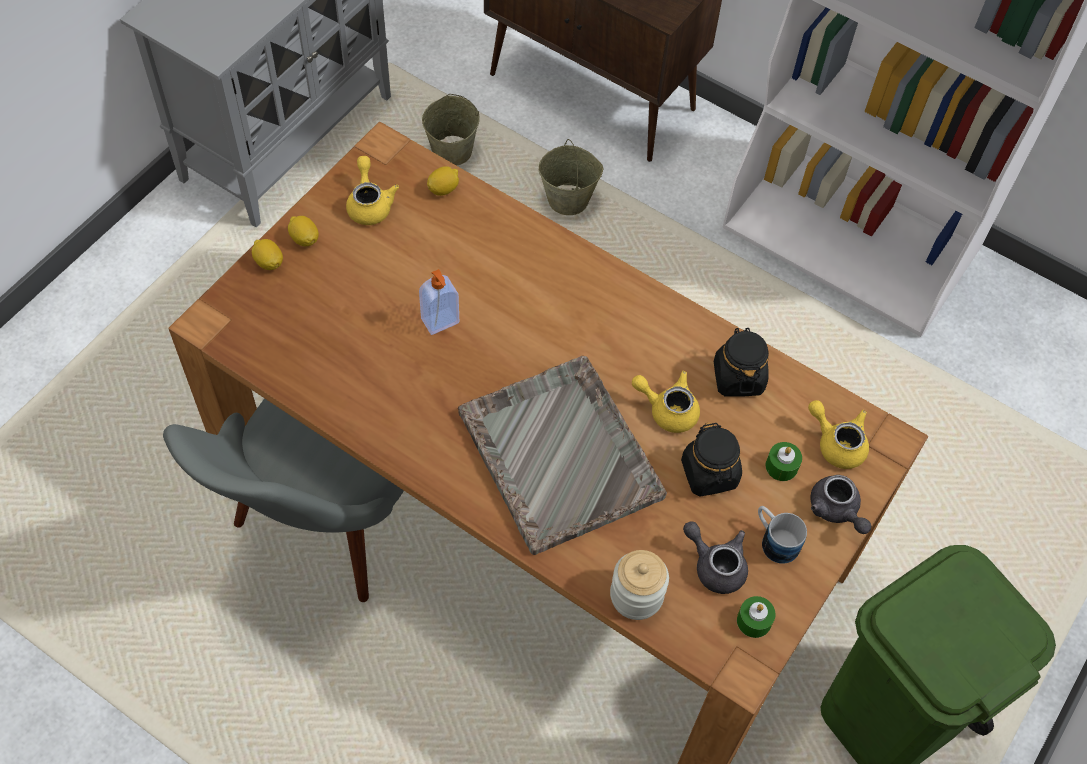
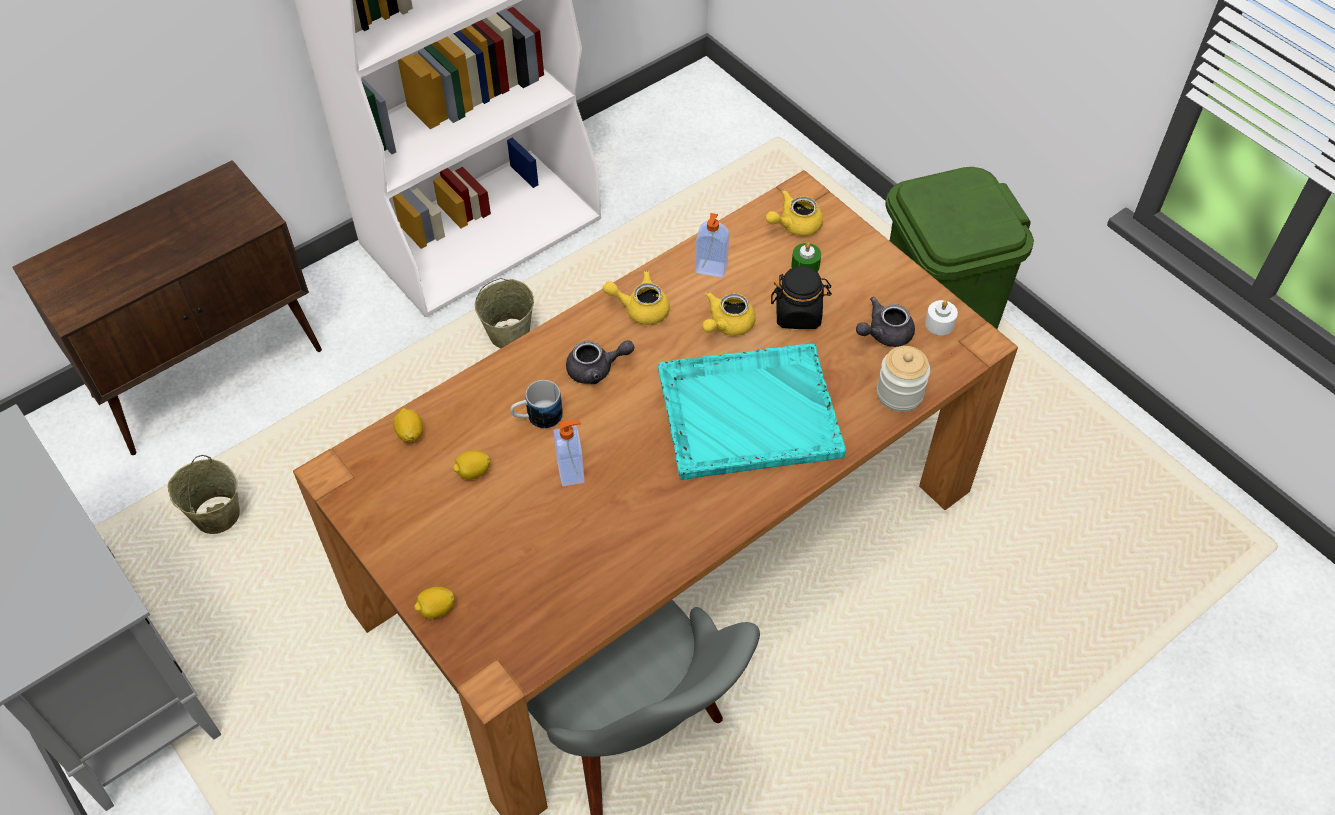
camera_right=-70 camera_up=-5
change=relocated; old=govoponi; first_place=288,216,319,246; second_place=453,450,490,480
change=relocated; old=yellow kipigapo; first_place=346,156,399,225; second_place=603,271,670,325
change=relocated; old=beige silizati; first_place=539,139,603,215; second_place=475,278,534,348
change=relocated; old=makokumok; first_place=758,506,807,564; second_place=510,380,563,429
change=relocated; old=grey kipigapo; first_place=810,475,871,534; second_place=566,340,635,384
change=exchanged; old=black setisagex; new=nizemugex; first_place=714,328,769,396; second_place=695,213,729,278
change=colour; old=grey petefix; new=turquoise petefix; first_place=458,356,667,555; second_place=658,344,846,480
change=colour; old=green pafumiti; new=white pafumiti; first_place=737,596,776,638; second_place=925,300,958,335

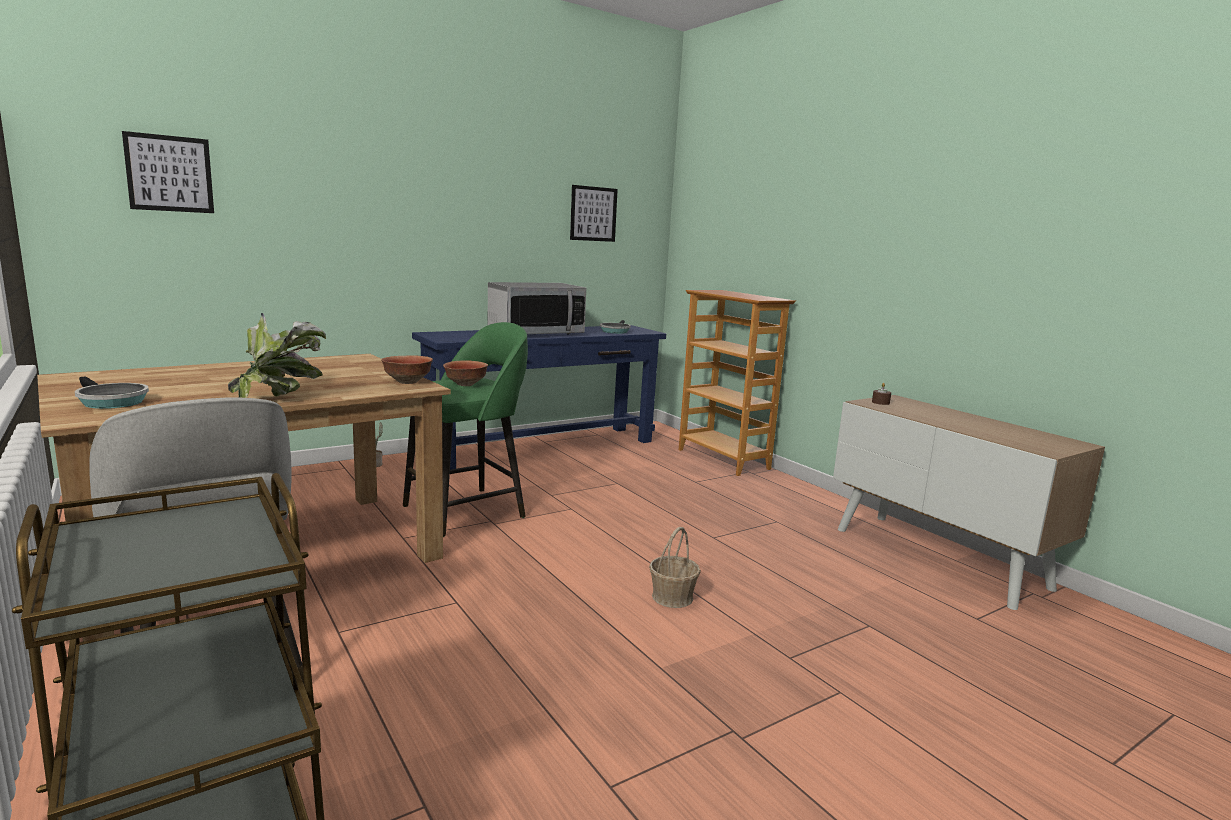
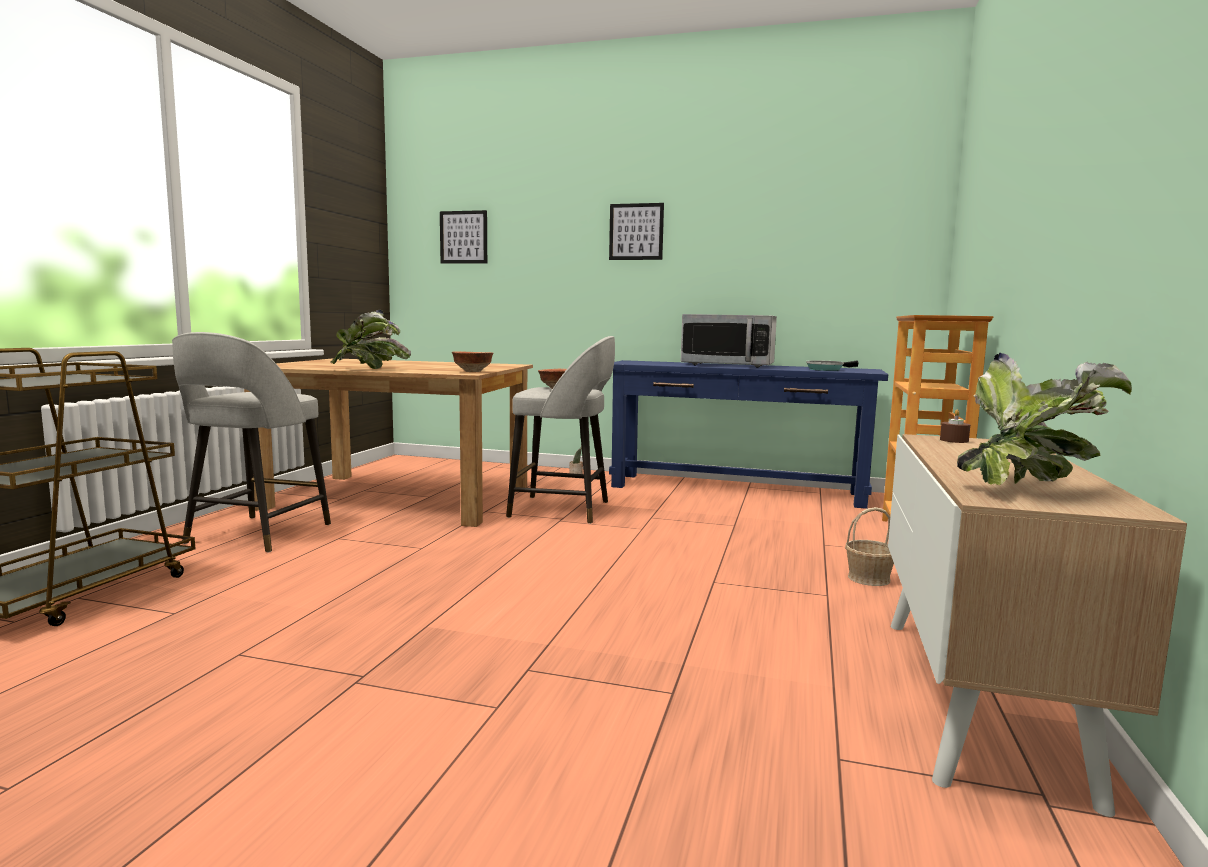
camera_right=50 camera_up=-5
change=missing; old=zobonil; first_place=75,376,149,409
change=appeared; new=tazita; second_place=957,352,1132,485
change=relocated; old=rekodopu; first_place=570,185,618,242; second_place=609,203,664,260
change=relocated; old=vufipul; first_place=649,527,701,608; second_place=845,507,894,586
change=colour; old=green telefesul; new=grey telefesul; first_place=403,322,528,537; second_place=506,336,615,524

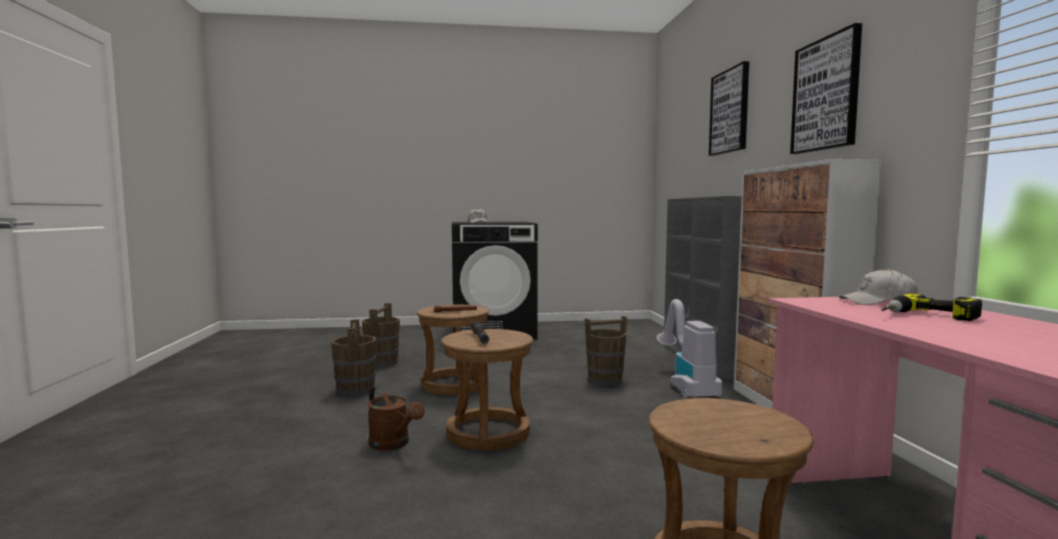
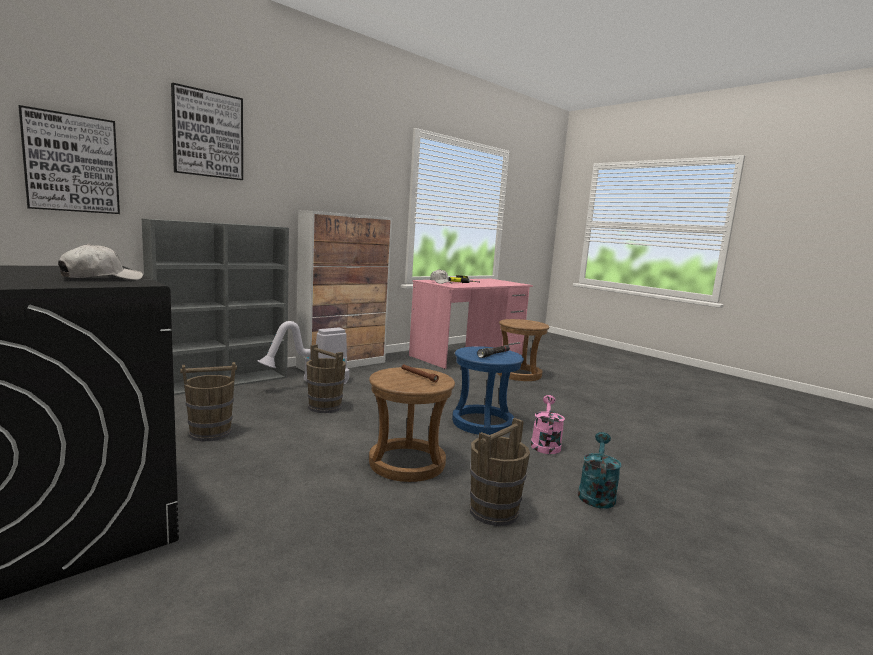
camera_right=-125 camera_up=5
change=appeared; new=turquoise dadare; second_place=578,432,621,508
change=relocated; old=brown silizati; first_place=362,303,400,367; second_place=180,362,237,441
change=relocated; old=rekodopu; first_place=790,23,862,154; second_place=18,105,120,214
change=colour; old=brown dadare; new=pink dadare; first_place=368,386,425,451; second_place=531,395,565,454
change=colour; old=brown telefesul; new=blue telefesul; first_place=441,329,533,450; second_place=452,346,524,435

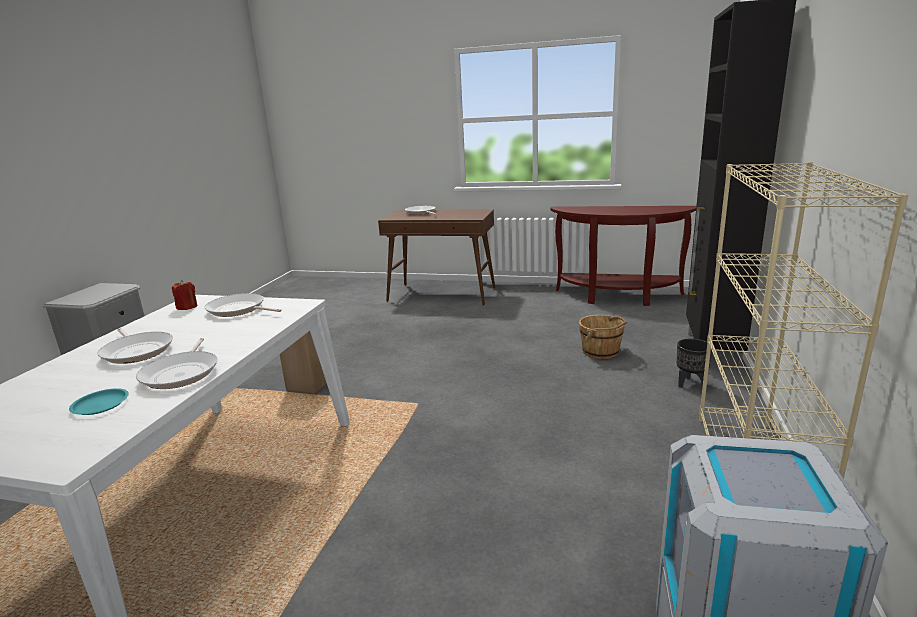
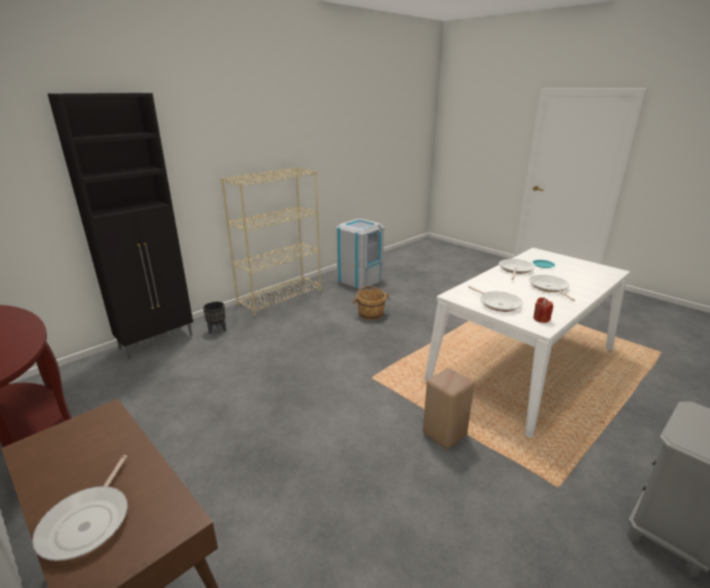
camera_right=-150 camera_up=5
change=relocated; old=brown silizati; first_place=579,315,627,359; second_place=353,286,390,320

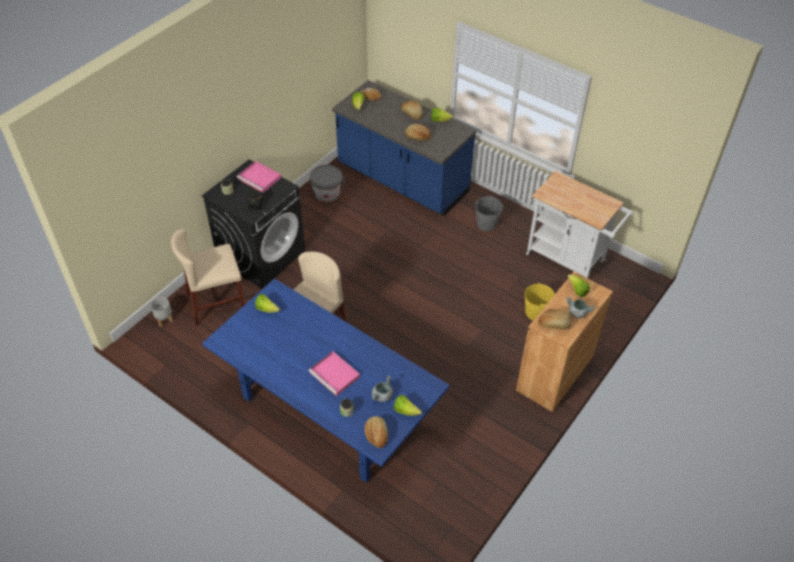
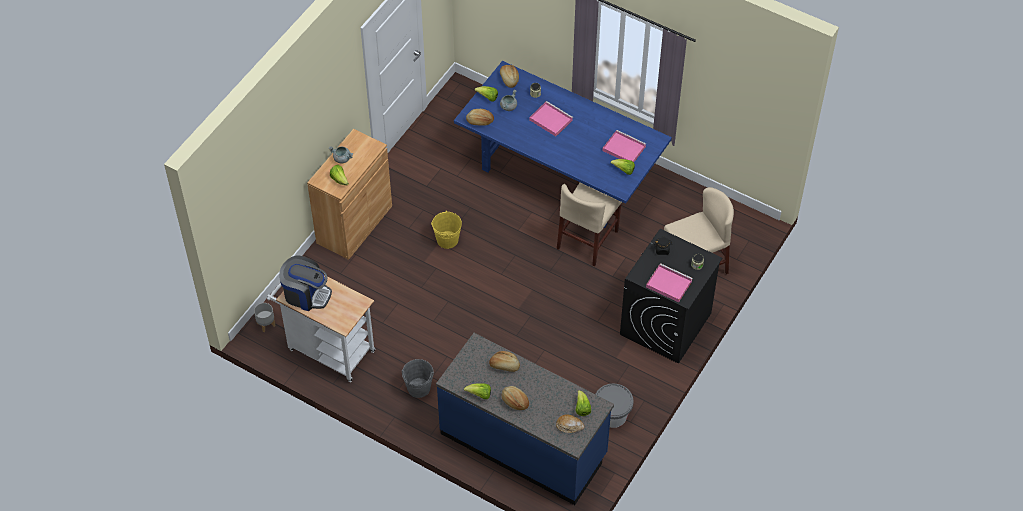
camera_right=175 camera_up=5
change=appeared; new=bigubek; second_place=279,255,332,311
change=appeared; new=pink petefix; second_place=602,130,646,162
change=relocated; old=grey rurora; first_place=151,297,173,327; second_place=254,303,275,332
change=relocated; old=yellow silizati; first_place=525,283,555,320; second_place=431,210,462,249
change=relocated; old=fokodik; first_place=538,309,571,330; second_place=466,109,494,126

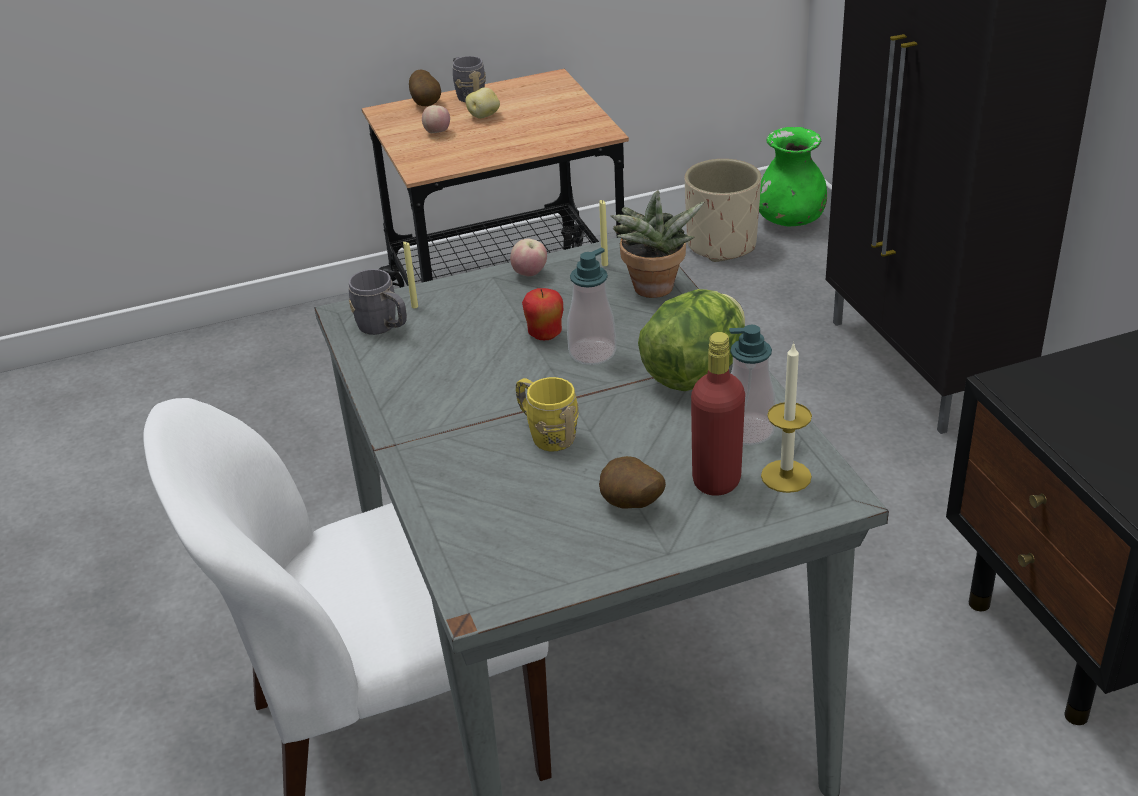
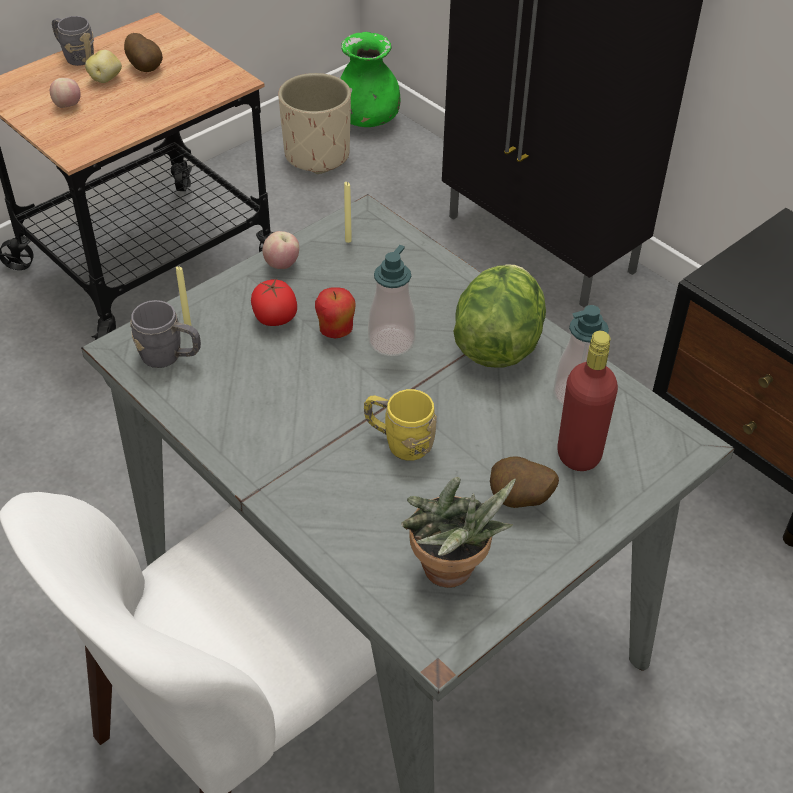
camera_right=-25 camera_up=10
change=missing; old=pafumiti; first_place=761,342,812,493
change=appeared; new=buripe; second_place=251,279,297,326
change=relocated; old=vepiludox; first_place=409,69,441,106; second_place=124,33,163,72
change=relocated; old=tazita; first_place=611,190,704,298; second_place=401,477,516,588

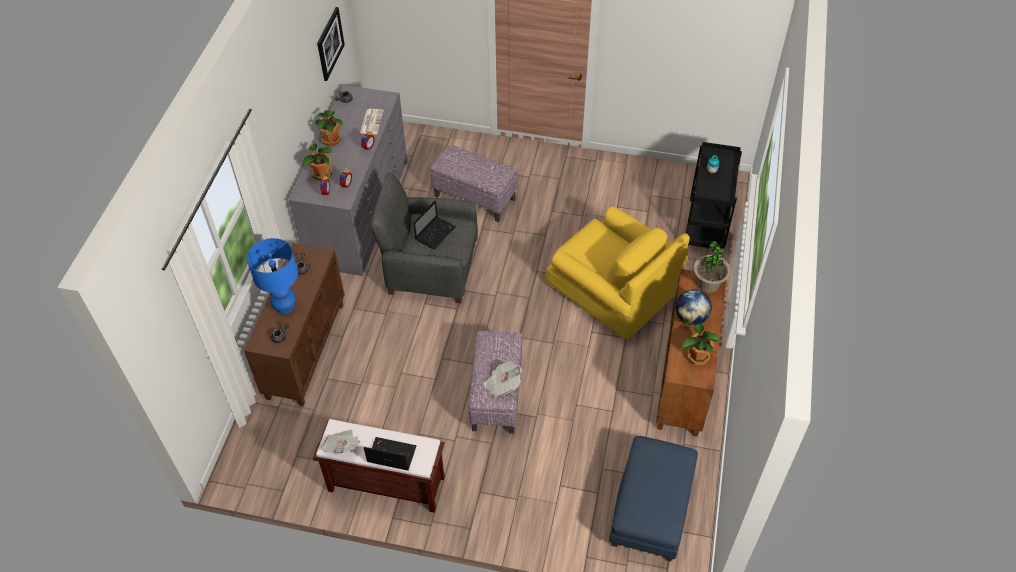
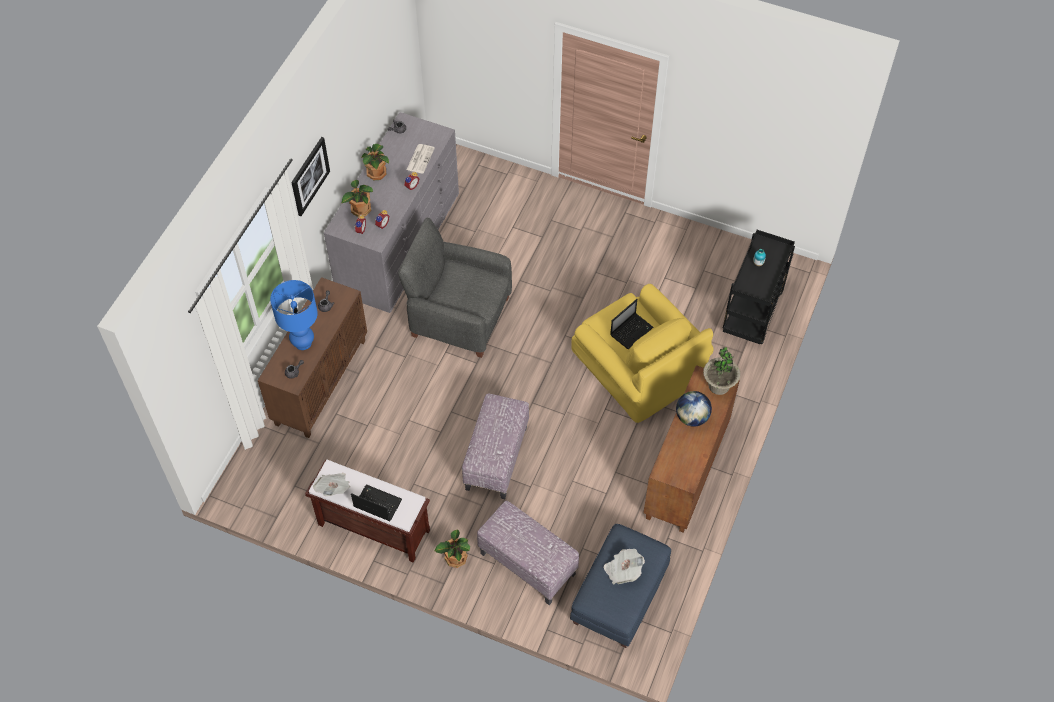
camera_right=10 camera_up=5
change=relocated; old=rekodopu; first_place=317,7,345,81; second_place=291,137,330,216
change=relocated; old=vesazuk; first_place=414,200,456,249; second_place=610,299,653,349
change=relocated; old=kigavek; first_place=430,144,517,222; second_place=477,501,579,605
change=relocated; old=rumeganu; first_place=484,361,522,398; second_place=604,549,645,584
change=relocated; old=tazita; first_place=681,324,719,365; second_place=435,529,470,568

